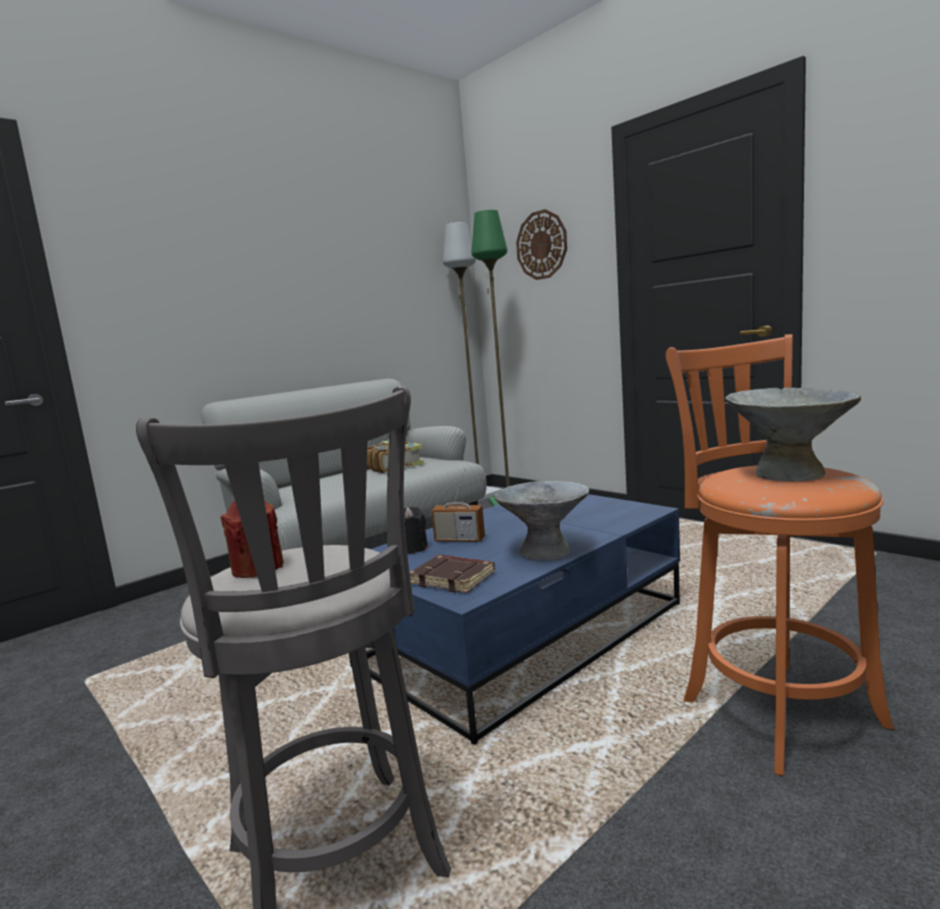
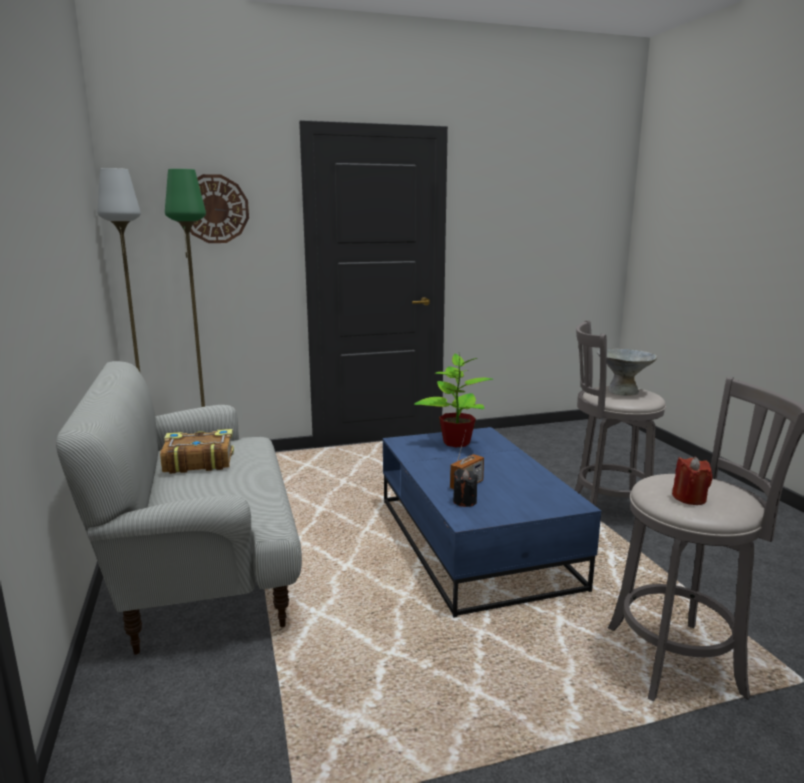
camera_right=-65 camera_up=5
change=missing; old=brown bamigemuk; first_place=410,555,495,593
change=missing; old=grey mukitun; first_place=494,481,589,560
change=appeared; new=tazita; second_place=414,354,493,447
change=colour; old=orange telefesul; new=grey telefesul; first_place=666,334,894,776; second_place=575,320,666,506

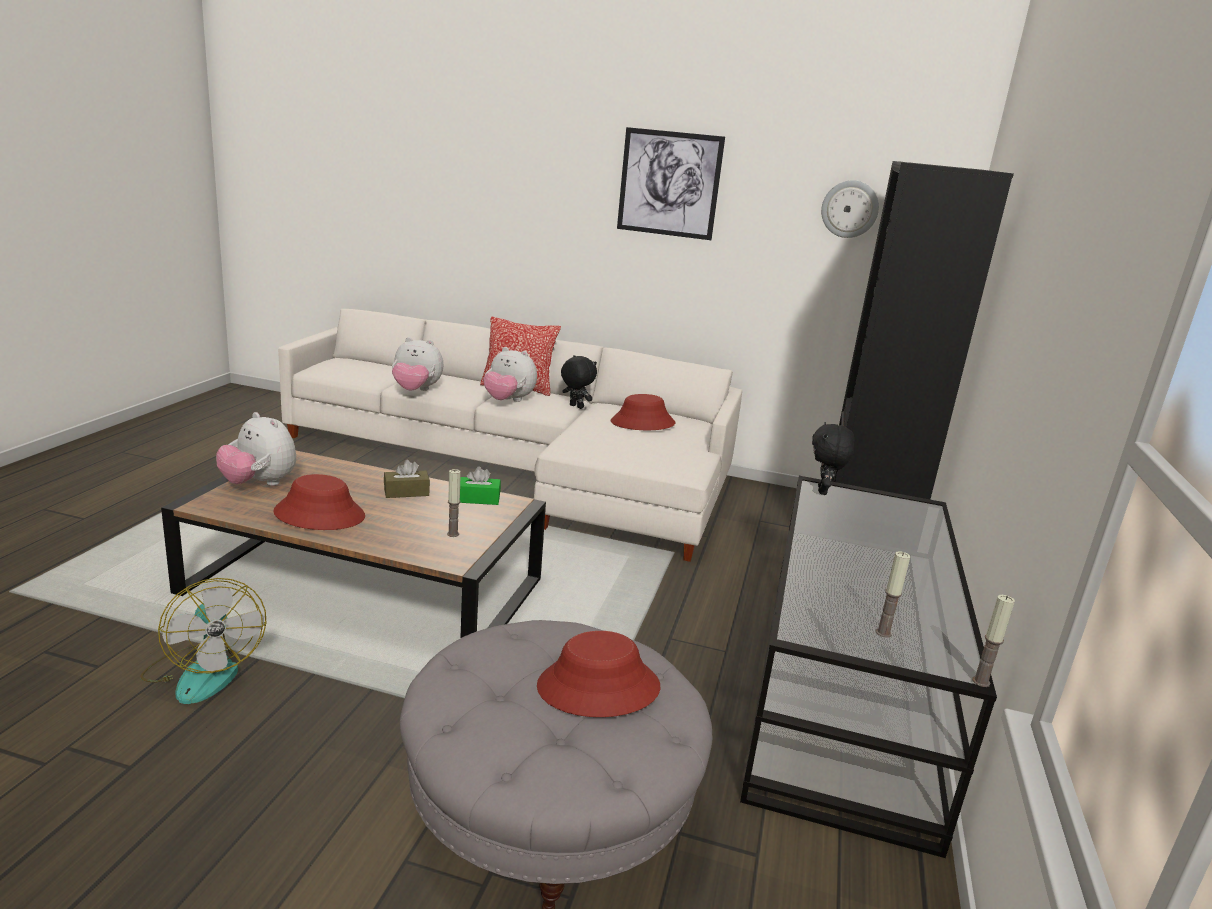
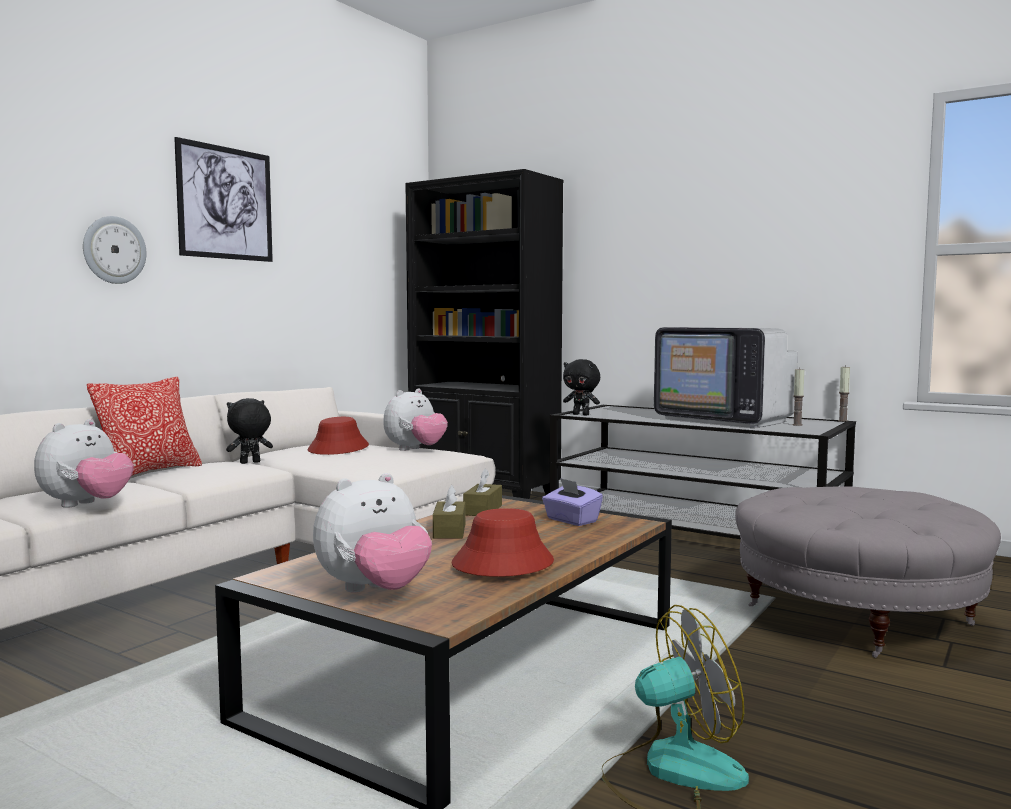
camera_right=-70 camera_up=-15
change=missing; old=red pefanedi; first_place=537,631,660,717
change=appeared; new=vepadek; second_place=654,327,798,428
change=relocated; old=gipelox; first_place=483,347,537,402; second_place=383,389,448,451
change=relocated; old=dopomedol; first_place=821,180,879,238; second_place=83,216,146,284
change=exchanged; old=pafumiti; new=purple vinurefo; first_place=447,469,461,537; second_place=542,478,603,526
change=colour; old=green vinurefo; new=brown vinurefo; first_place=460,466,501,505; second_place=463,469,502,516

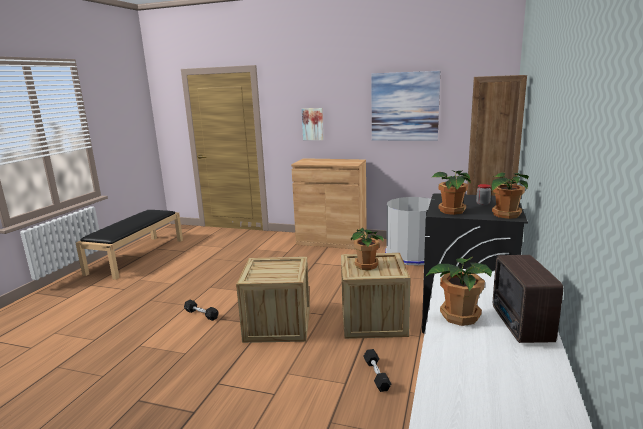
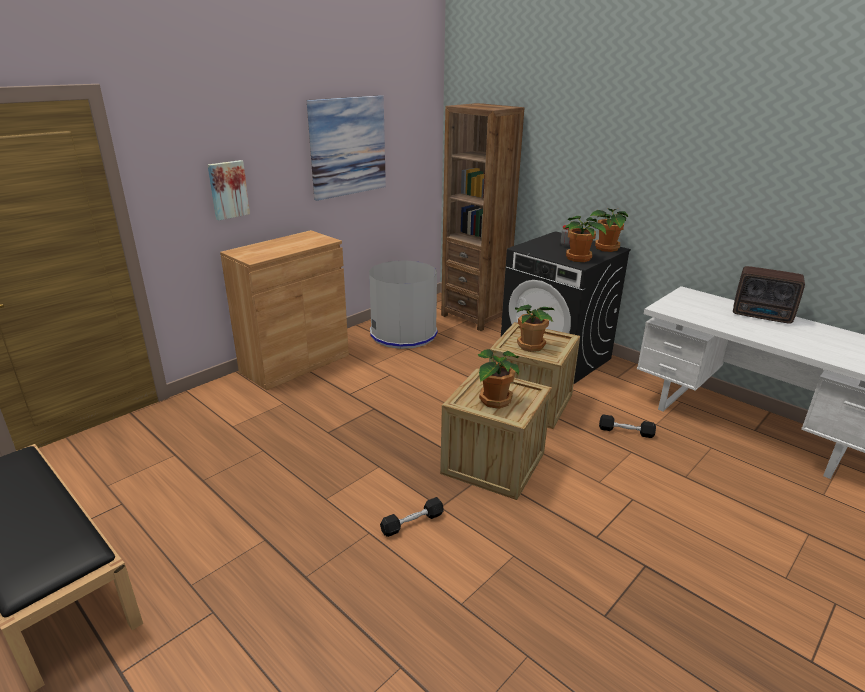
camera_right=-65 camera_up=10
change=relocated; old=tazita; first_place=425,257,492,326; second_place=478,349,519,409

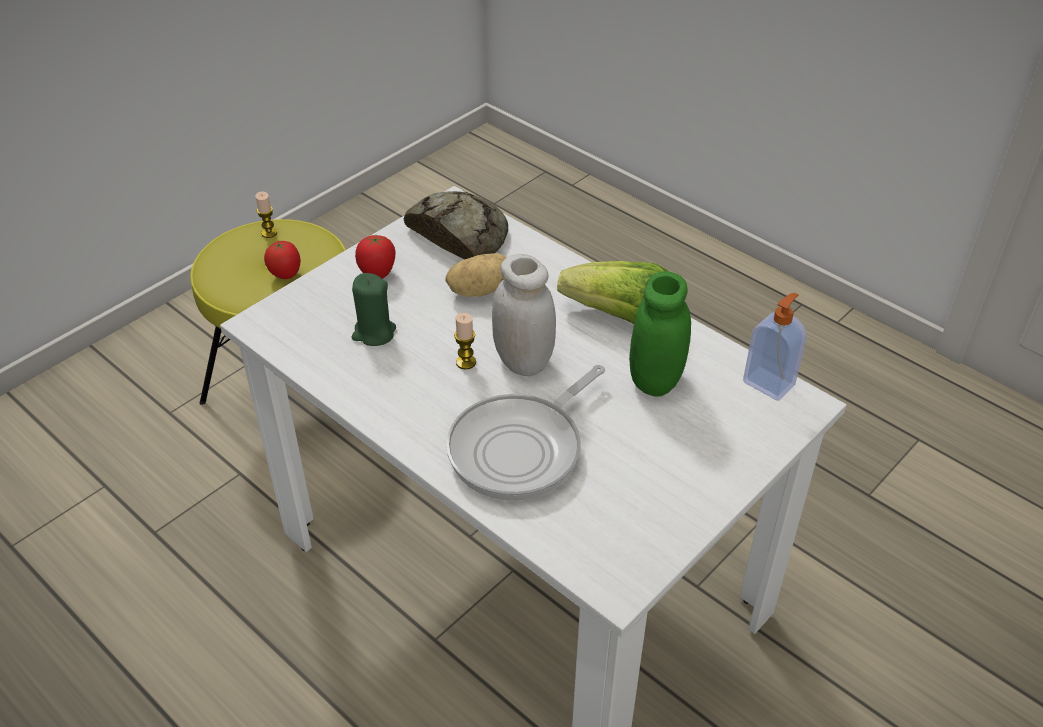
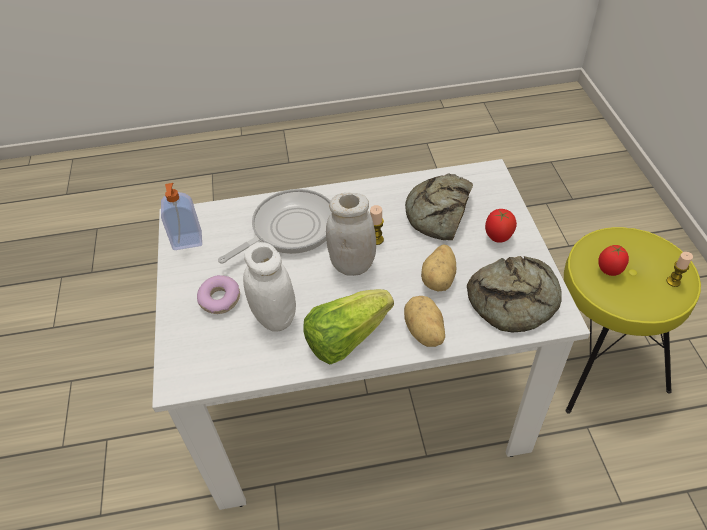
camera_right=130 camera_up=5
change=appeared; new=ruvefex; second_place=197,275,240,314
change=appeared; new=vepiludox; second_place=404,296,445,347
change=relocated; old=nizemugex; first_place=743,293,807,401; second_place=161,183,202,250
change=exchanged; old=green pafumiti; new=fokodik; first_place=352,273,396,346; second_place=405,173,473,240
change=colour; old=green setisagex; new=white setisagex; first_place=629,271,691,397; second_place=243,242,296,332
change=spun; old=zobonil; first_place=446,365,605,501; second_place=218,189,332,264; degrees=60

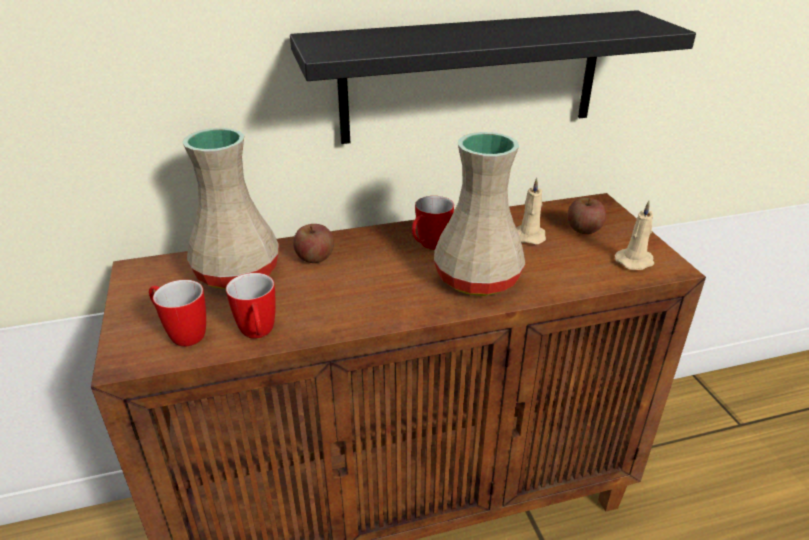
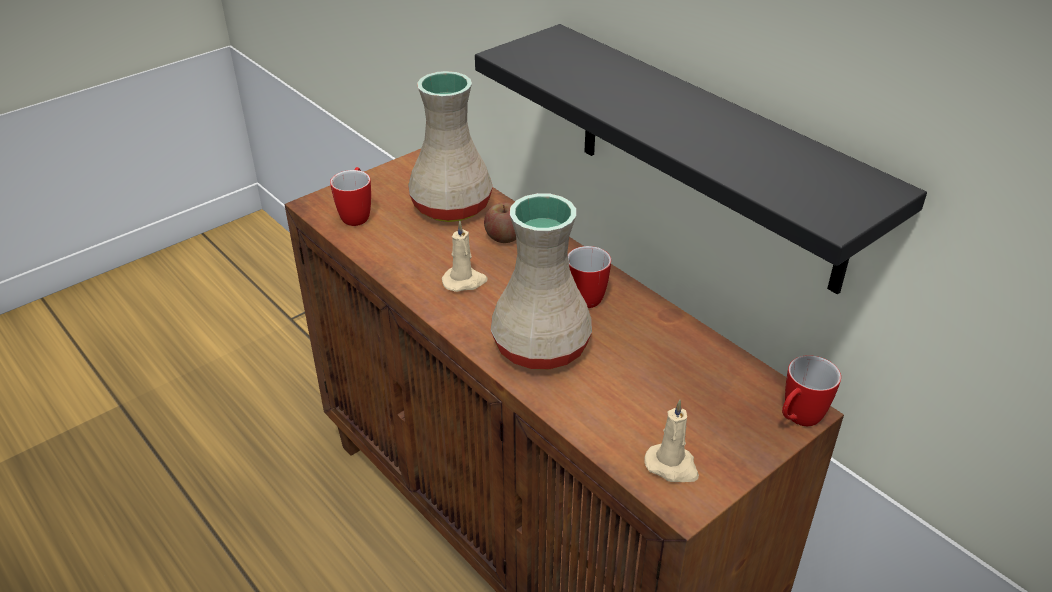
camera_right=65 camera_up=5
change=missing; old=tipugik; first_place=567,198,606,234
change=relocated; old=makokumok; first_place=226,273,276,339; second_place=782,355,841,426
change=relocated; old=beige pafumiti; first_place=516,178,546,244; second_place=442,221,488,292

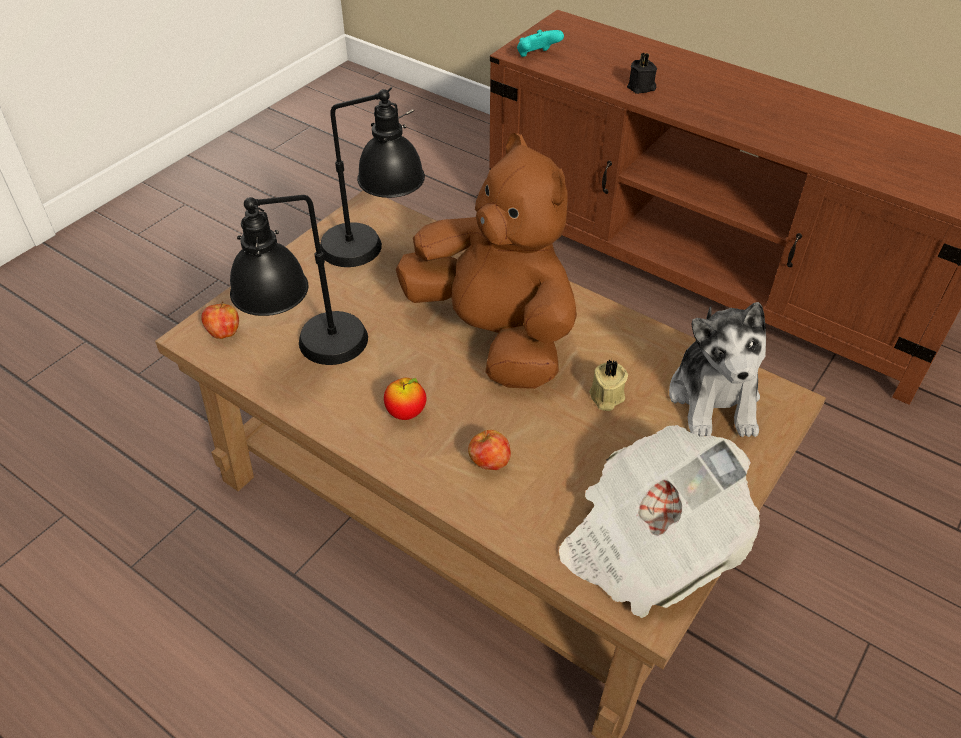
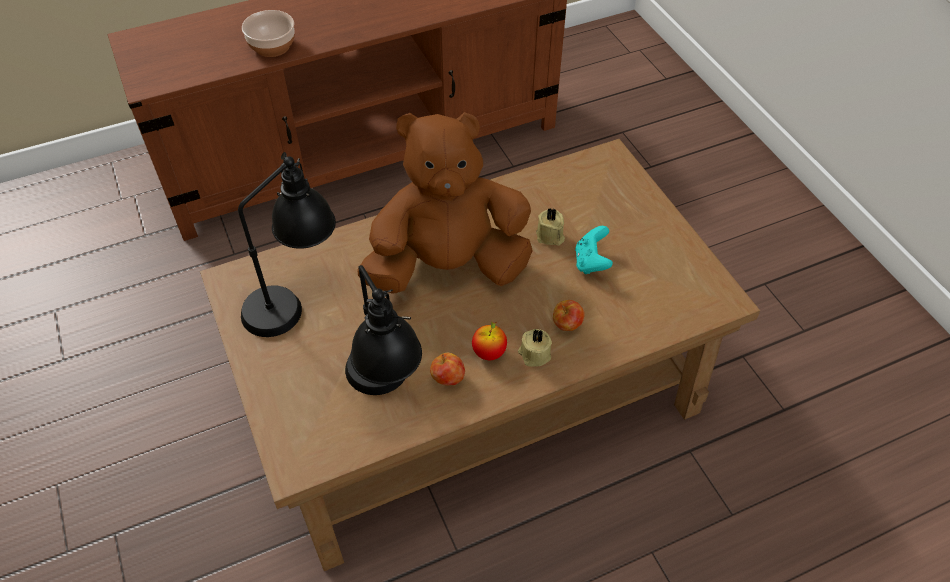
camera_right=-60 camera_up=5
change=missing; old=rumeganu; first_place=559,425,760,618
change=missing; old=gipelox; first_place=669,302,766,437
change=appeared; new=beige pafumiti; second_place=518,329,552,367
change=relocated; old=tipugik; first_place=201,301,239,339; second_place=430,353,465,385
change=relocated; old=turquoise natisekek; first_place=517,30,564,57; second_place=575,226,613,274
change=exchanged; old=black pafumiti; new=mukitun; first_place=627,53,657,94; second_place=242,10,295,57

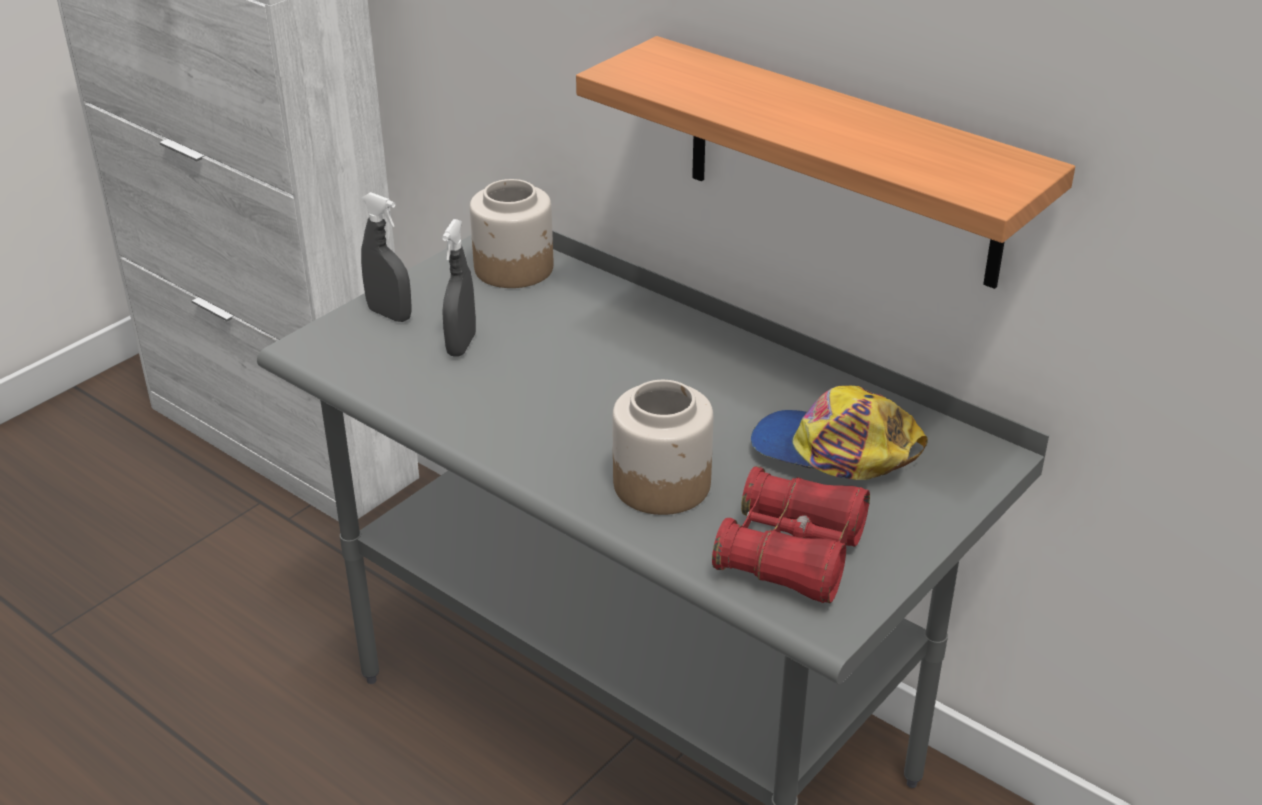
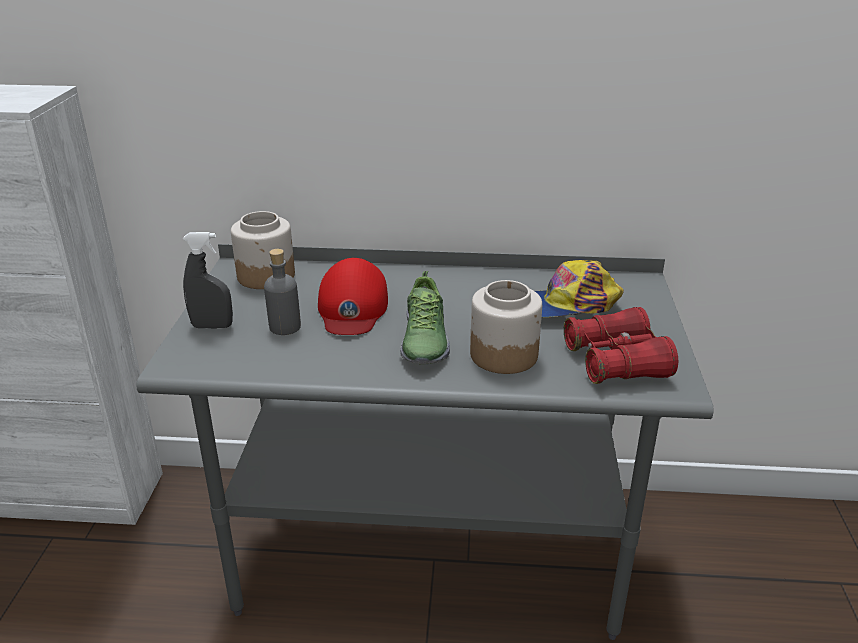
camera_right=-35 camera_up=-5
change=missing; old=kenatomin; first_place=576,36,1075,289
change=appeared; new=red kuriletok; second_place=318,258,388,335
change=appeared; new=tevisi; second_place=400,271,450,364
change=exchanged; old=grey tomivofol; new=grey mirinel; first_place=442,219,476,357; second_place=264,249,301,335

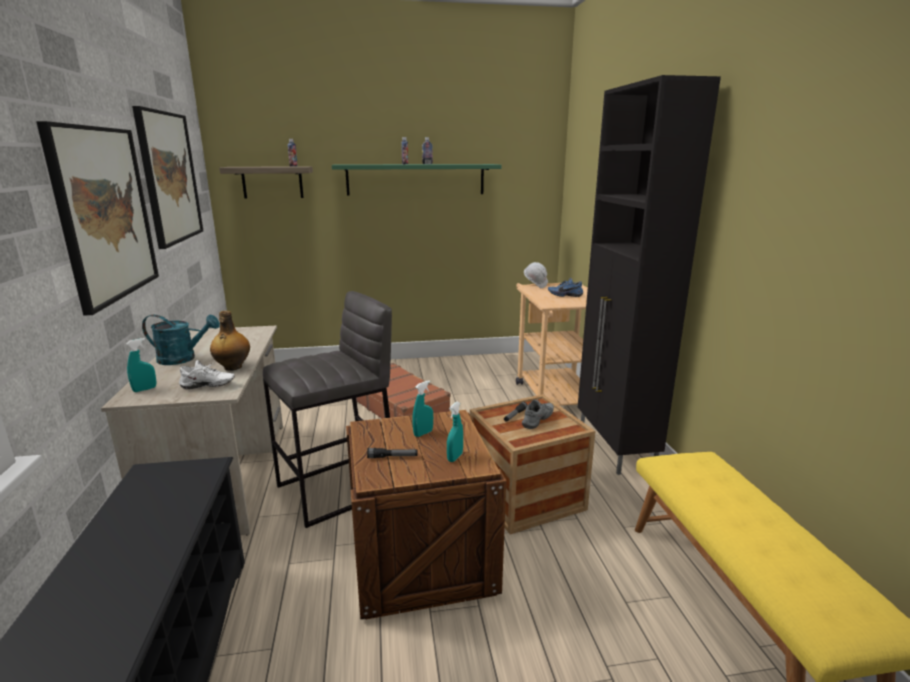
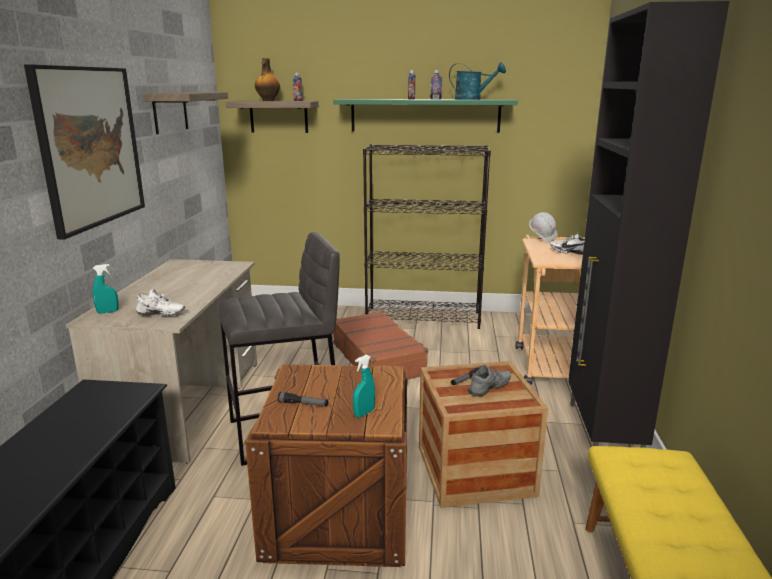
camera_right=15 camera_up=0
change=missing; old=turquoise tomivofol; first_place=412,380,433,437
change=appeared; new=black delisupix; second_place=363,144,491,329
change=relocated; old=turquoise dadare; first_place=142,315,220,365; second_place=449,62,506,100
change=relocated; old=mirinel; first_place=210,311,250,371; second_place=255,58,280,101
change=exchanged; old=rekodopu; new=kenatomin; first_place=132,106,203,249; second_place=144,92,228,134
change=colour; old=blue tevisi; new=white tevisi; first_place=548,278,583,297; second_place=550,232,585,255

